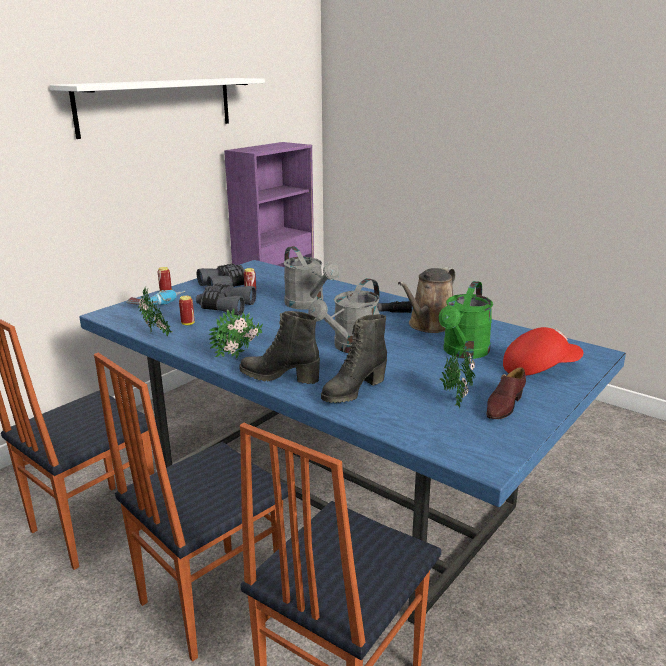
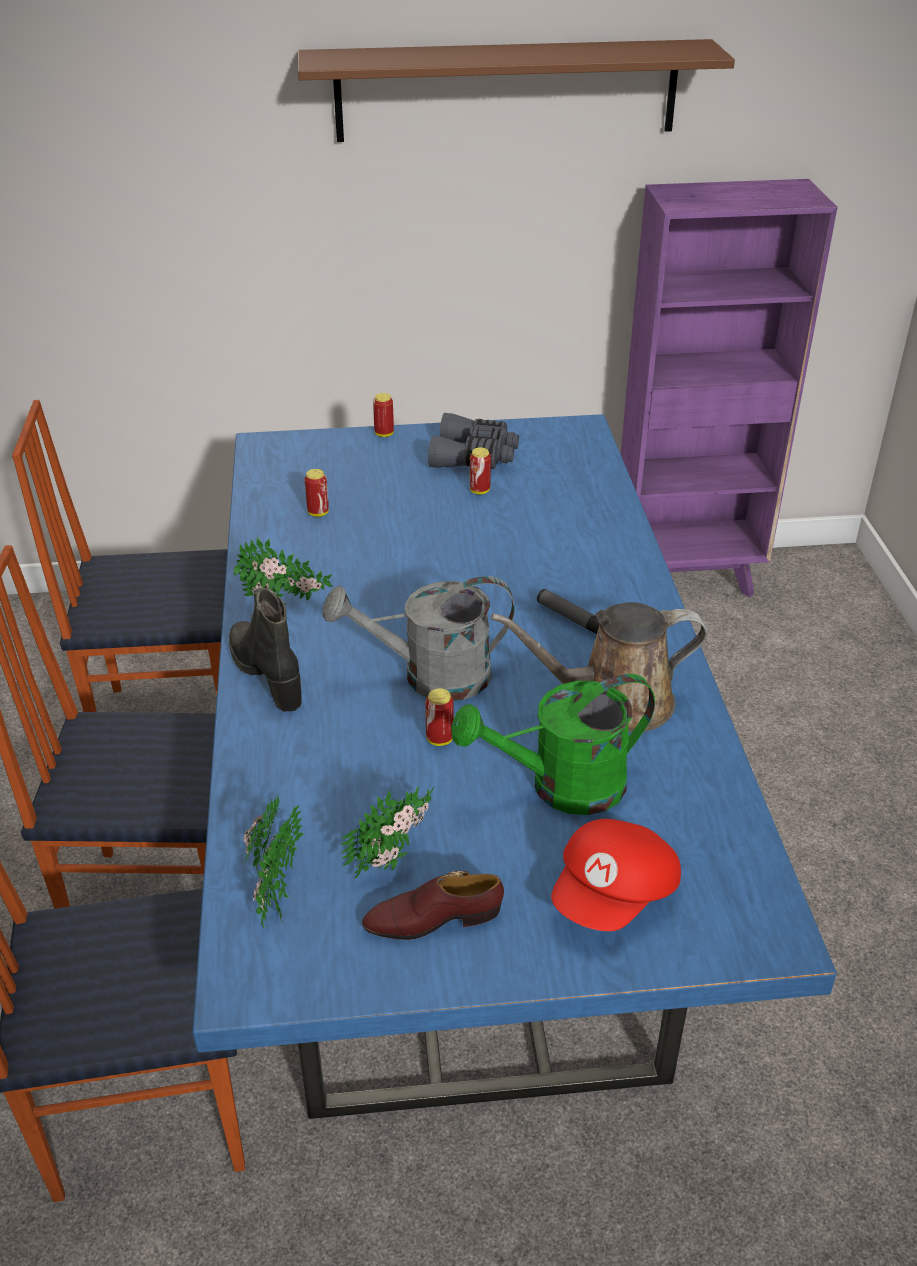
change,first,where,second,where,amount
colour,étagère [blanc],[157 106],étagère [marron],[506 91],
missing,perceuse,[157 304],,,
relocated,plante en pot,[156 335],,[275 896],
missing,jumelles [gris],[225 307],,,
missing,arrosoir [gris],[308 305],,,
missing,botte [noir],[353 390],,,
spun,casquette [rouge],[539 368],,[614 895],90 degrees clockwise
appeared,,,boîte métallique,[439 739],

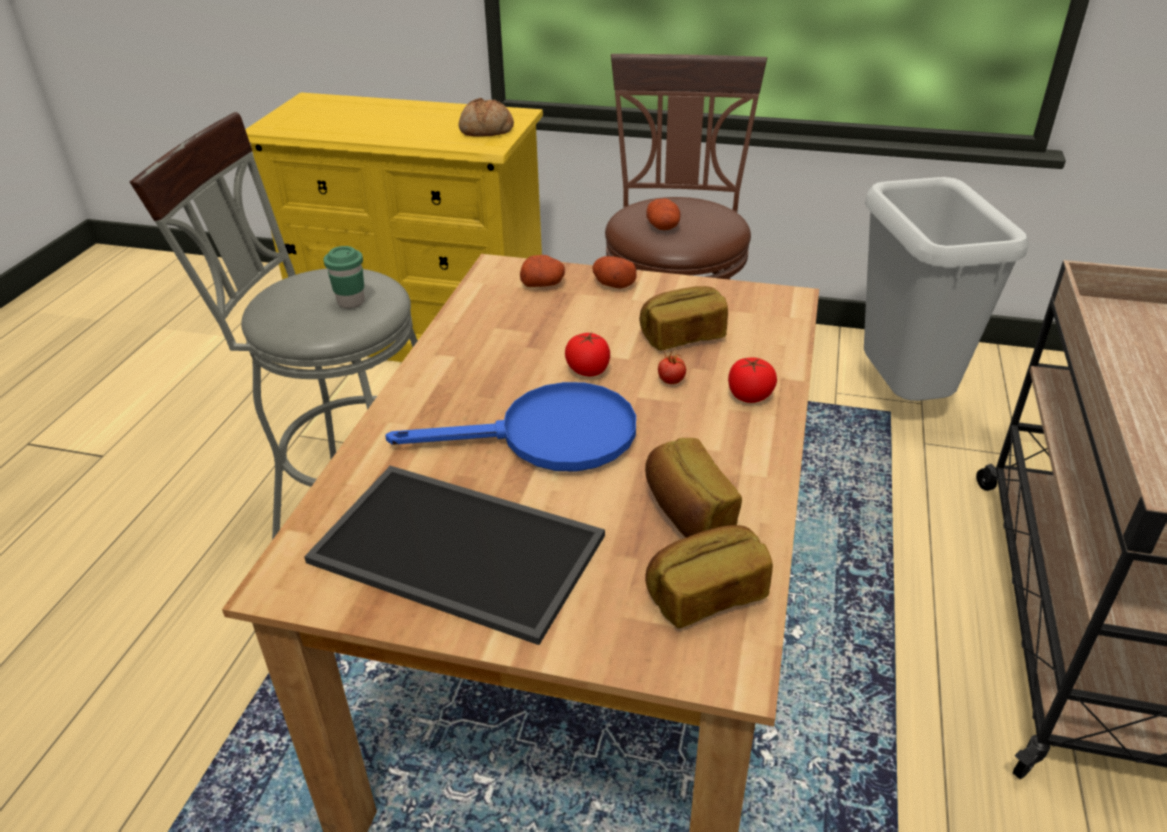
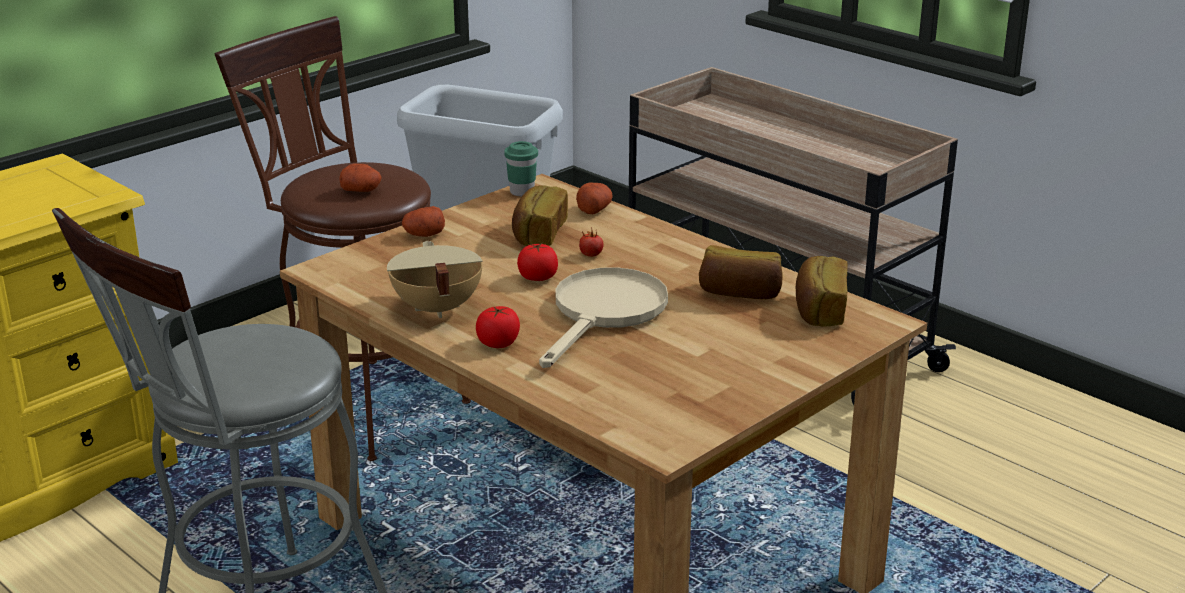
change,first,where,second,where,amount
missing,plateau,[462 547],,,
relocated,tasse [vert],[351 302],,[522 192],
colour,poêle [bleu],[548 436],poêle [beige],[604 313],
missing,pain,[486 131],,,
relocated,pomme de terre,[543 284],,[593 209],
relocated,tomate,[750 396],,[498 343],
appeared,,,marmite [beige],[435 308],

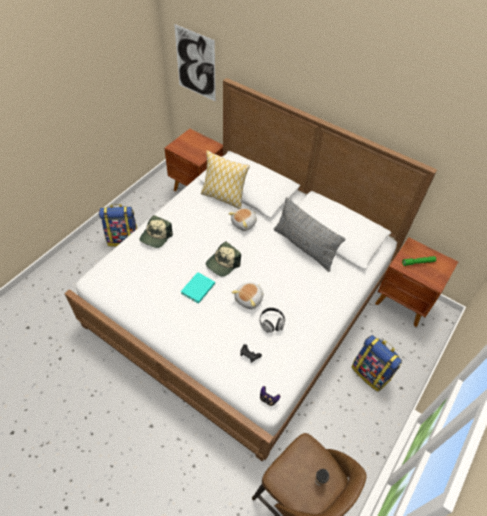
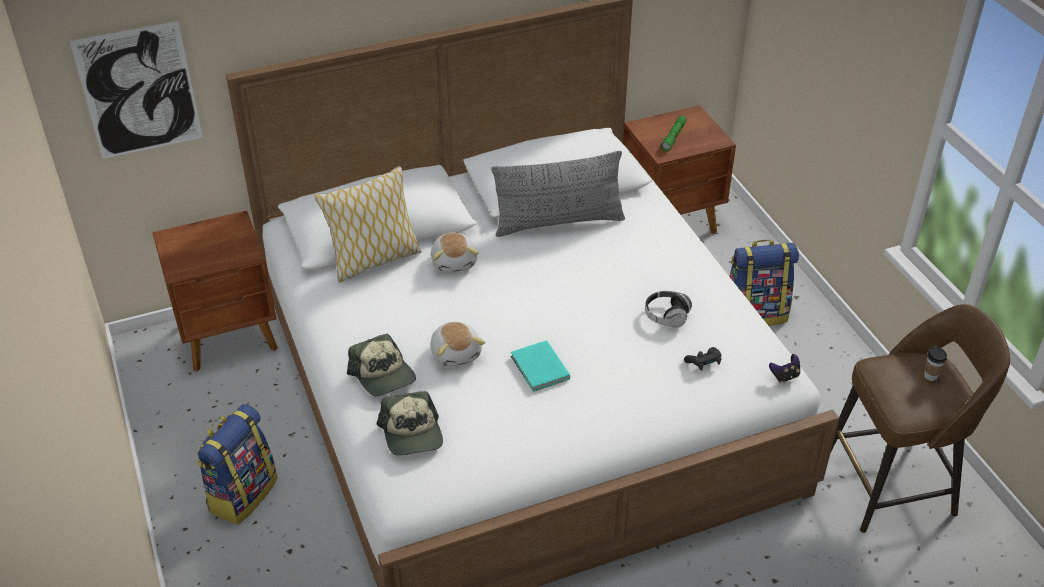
change,first,where,second,where,amount
relocated,casquette,[223 263],,[412 433],
relocated,peluche,[249 299],,[456 353],

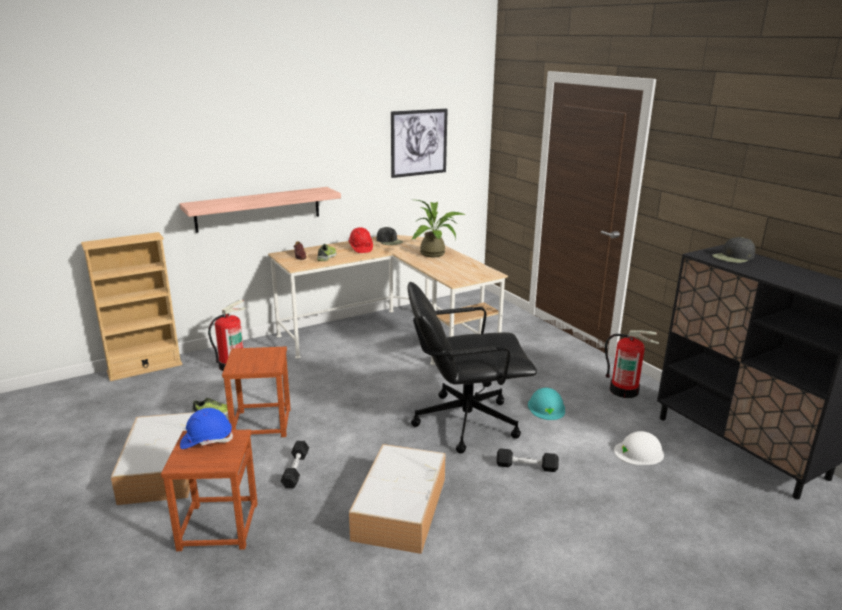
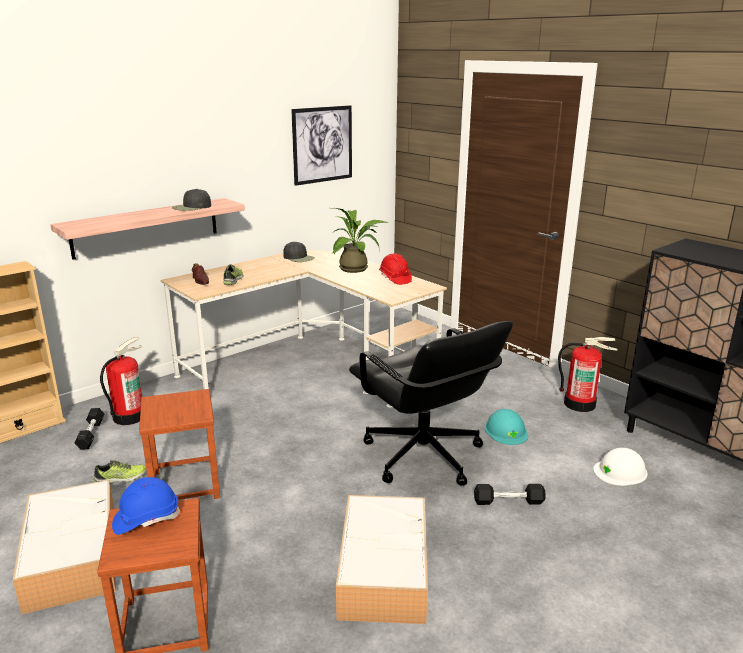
change,first,where,second,where,amount
relocated,haltère [noir],[295 470],,[91 434],
relocated,casque de chantier [rouge],[360 248],,[395 279],
spun,chaise de bureau [noir],[464 421],,[423 456],105 degrees counterclockwise
relocated,casquette [noir],[733 257],,[192 207],

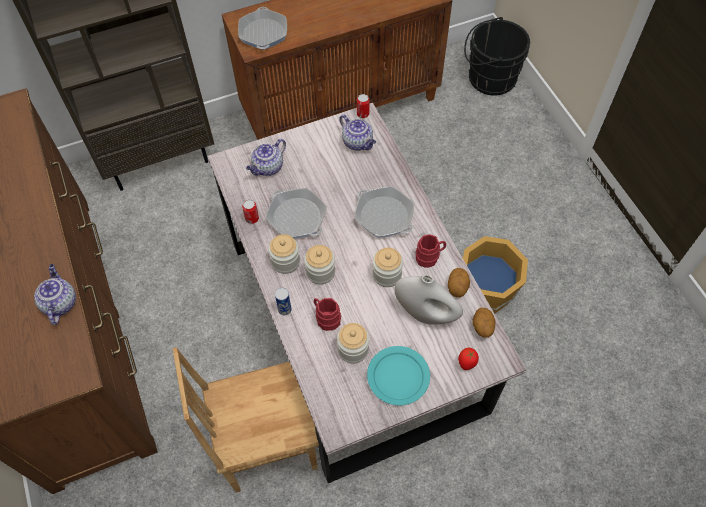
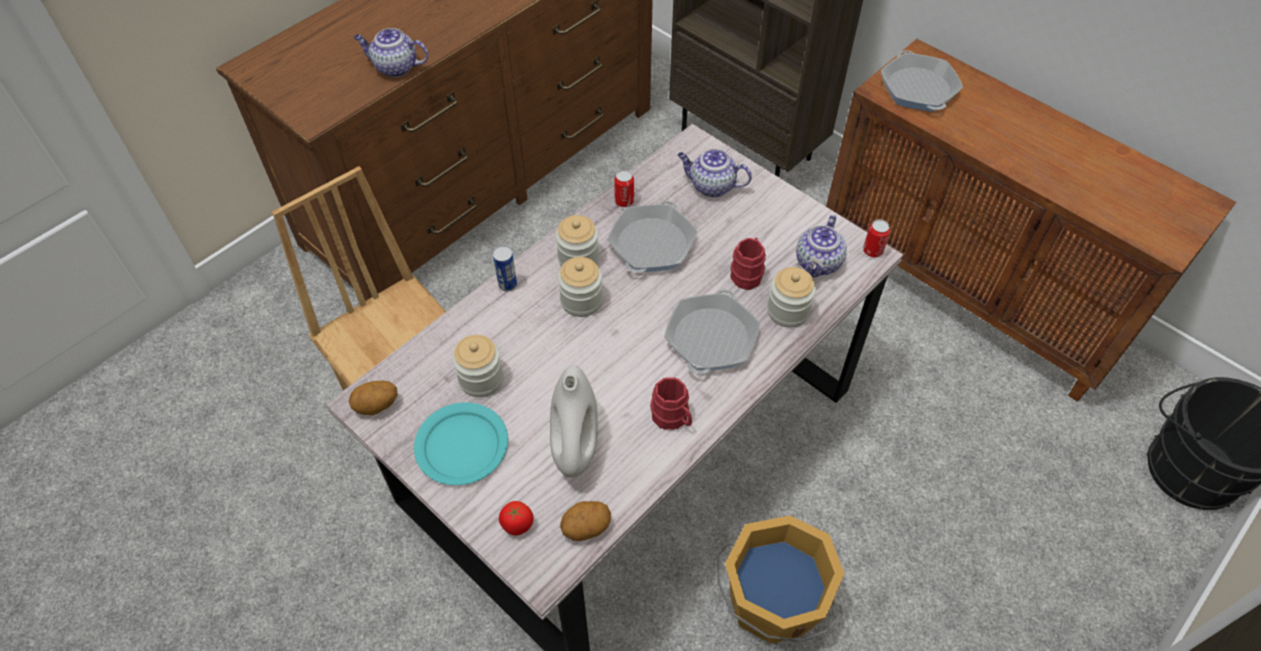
change,first,where,second,where,amount
spun,théière,[60 303],,[395 67],135 degrees counterclockwise
spun,poêle,[263 33],,[918 88],105 degrees clockwise
relocated,mug [rouge],[326 318],,[747 273],
relocated,bocal,[387 275],,[788 311],
relocated,pomme de terre,[457 287],,[376 406],

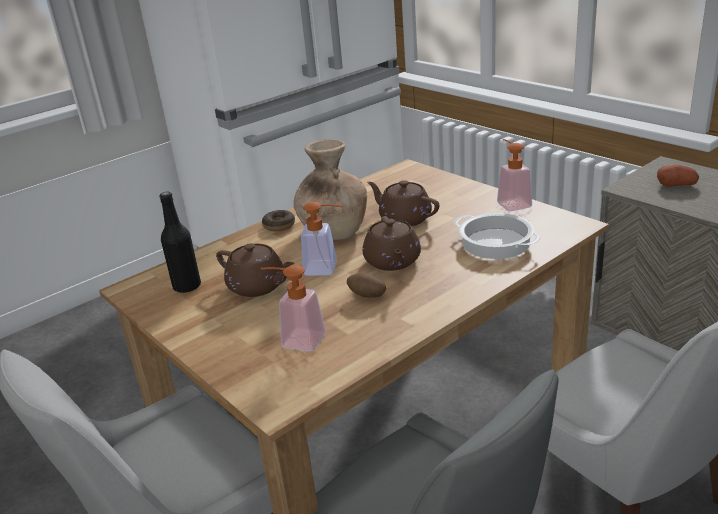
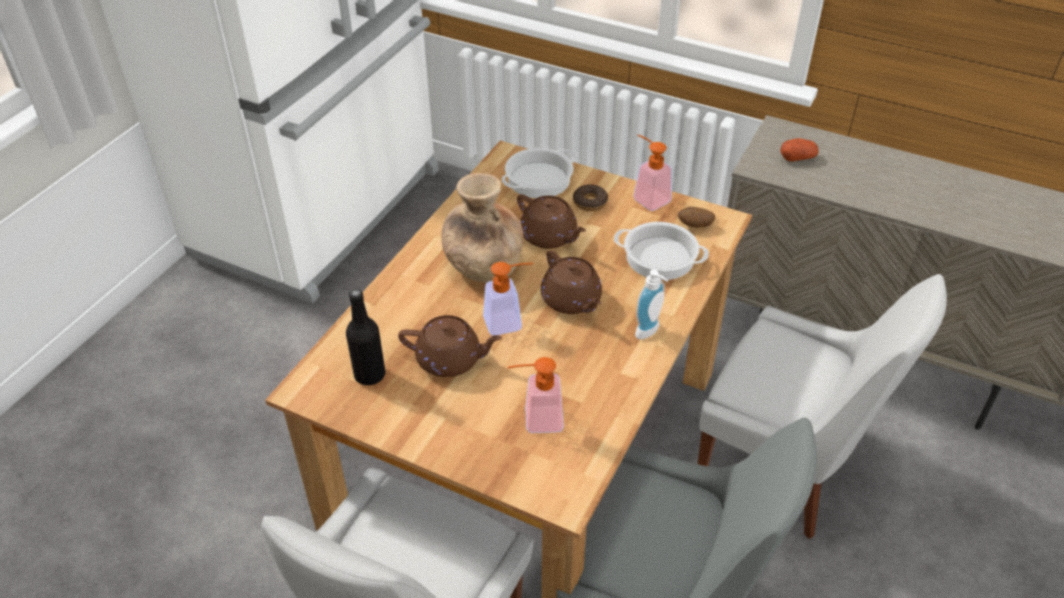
change,first,where,second,where,amount
relocated,beignet,[279 225],,[590 202],
relocated,pomme de terre,[367 296],,[694 226],
spun,théière [marron],[404 219],,[549 237],150 degrees counterclockwise
appeared,,,marmite,[539 180],
appeared,,,distributeur de savon,[650 332],

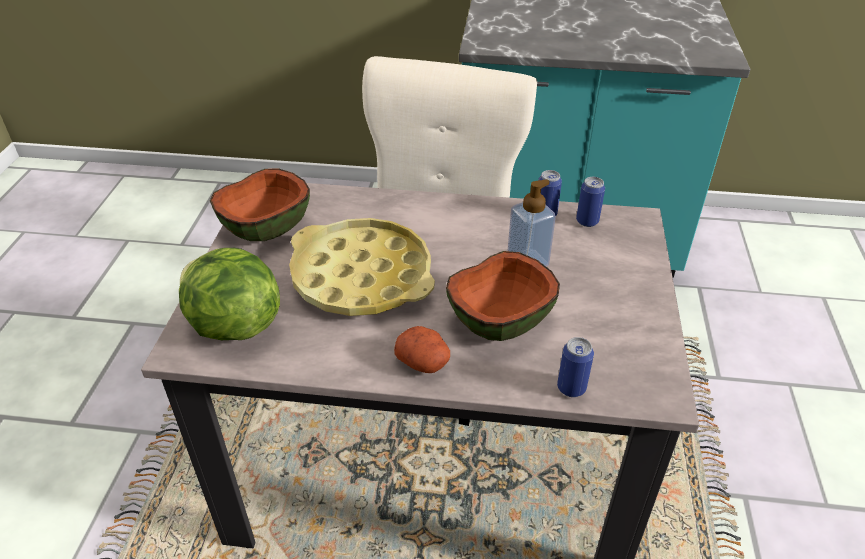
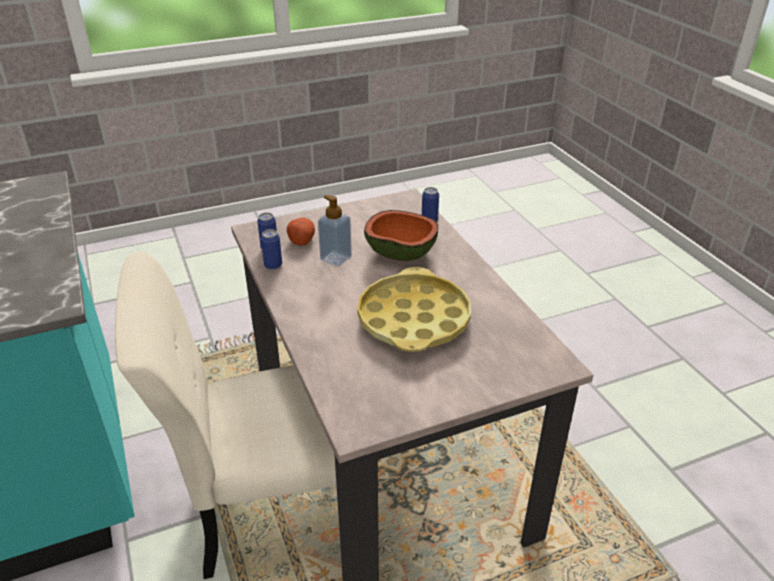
change,first,where,second,where,amount
missing,laitue,[233 325],,,
missing,bol,[266 226],,,
relocated,pomme de terre,[424 362],,[301 239],

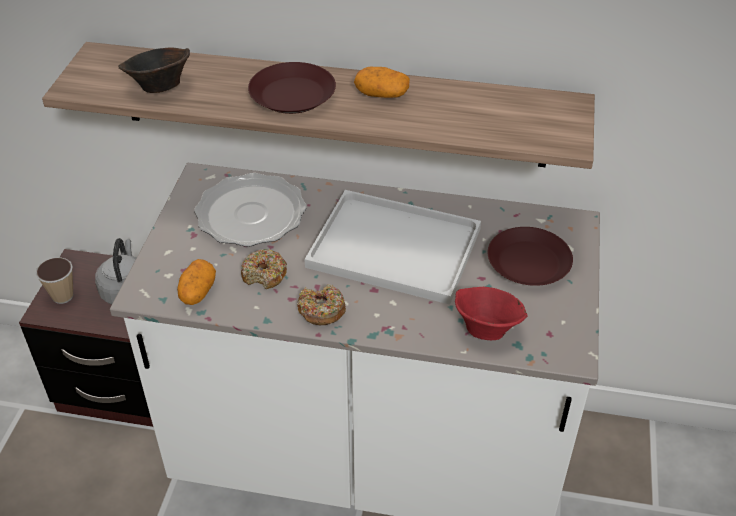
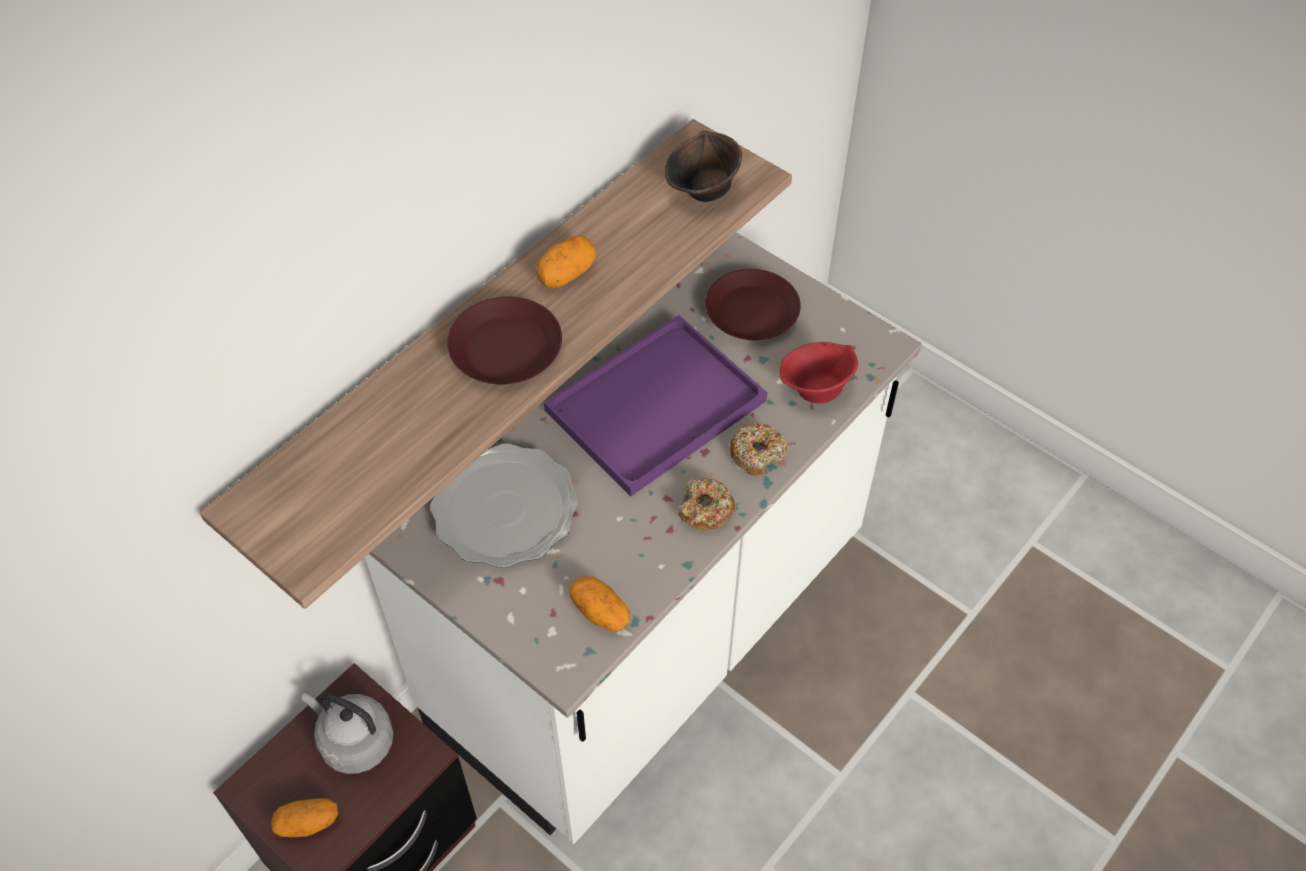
change,first,where,second,where,amount
exchanged,tasse,[63 296],pomme de terre,[308 823],
relocated,bol [marron],[159 87],,[703 190],
relocated,beignet,[264 275],,[757 454],
colour,plateau [blanc],[398 247],plateau [violet],[657 402],

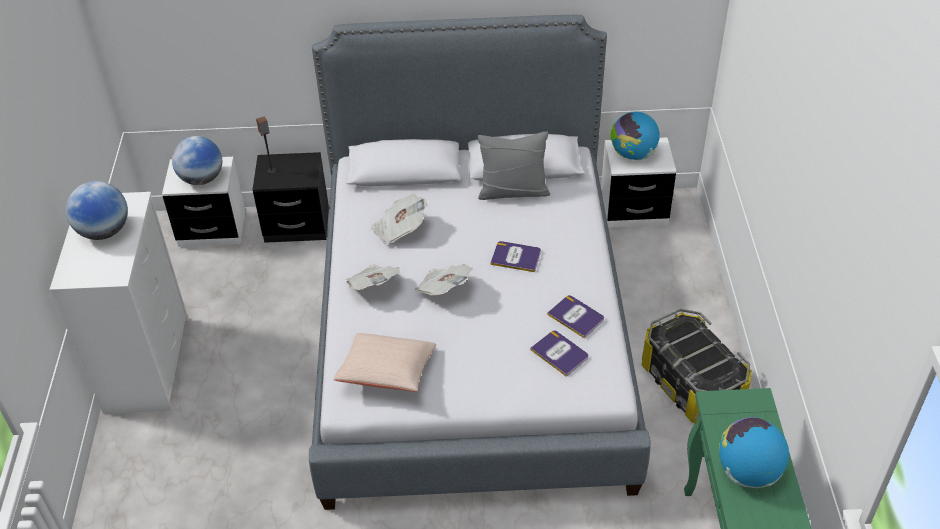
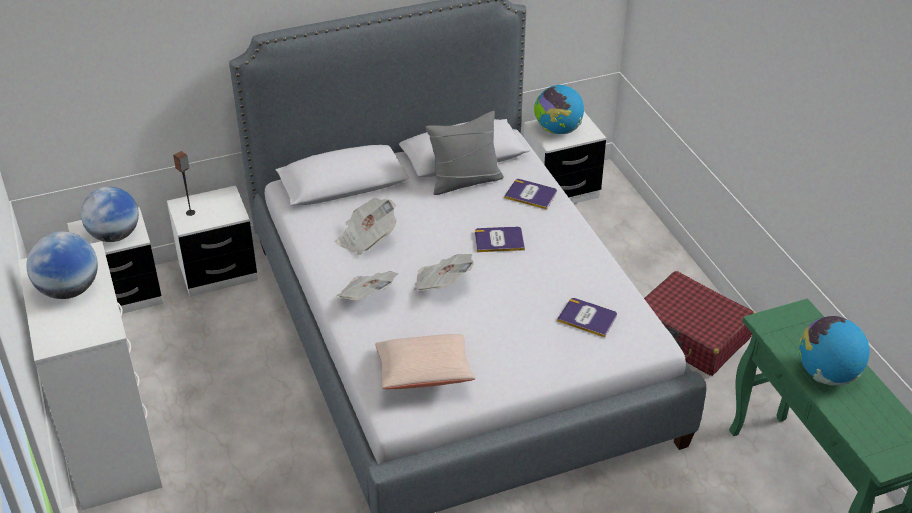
change,first,where,second,where,amount
colour,table de chevet [noir],[297 225],table de chevet [blanc],[218 272],
relocated,livre,[576 317],,[531 194],
exchanged,boîte de rangement,[692 385],valise [rouge],[691 335],

